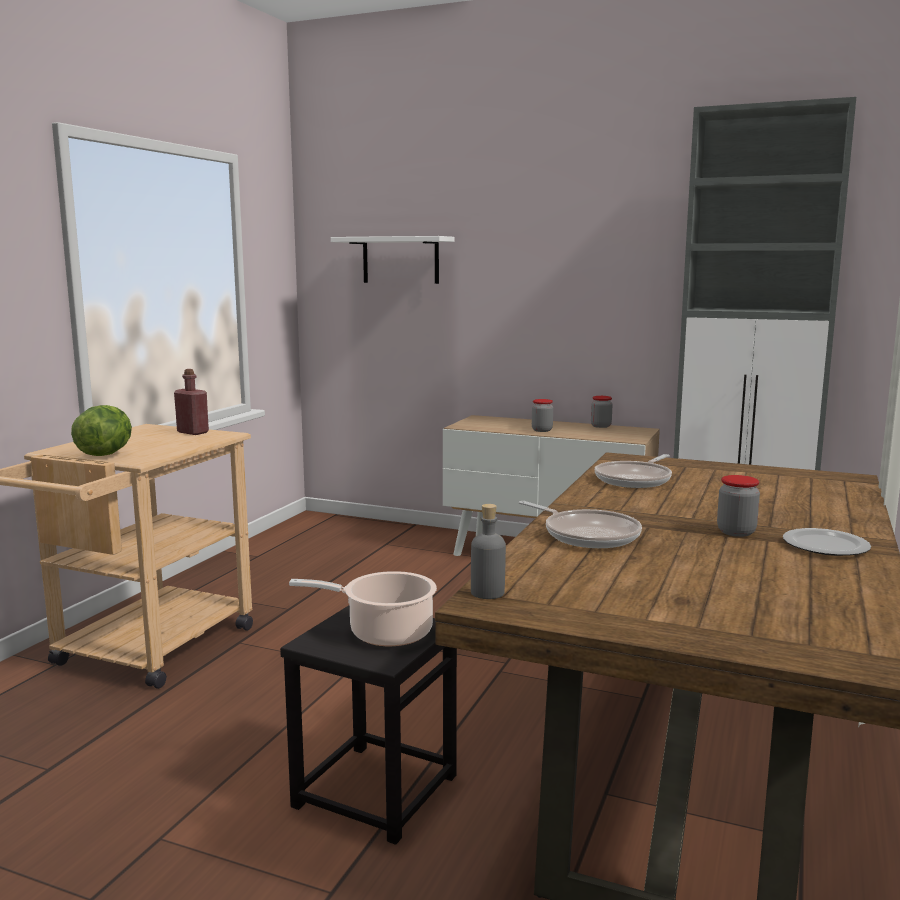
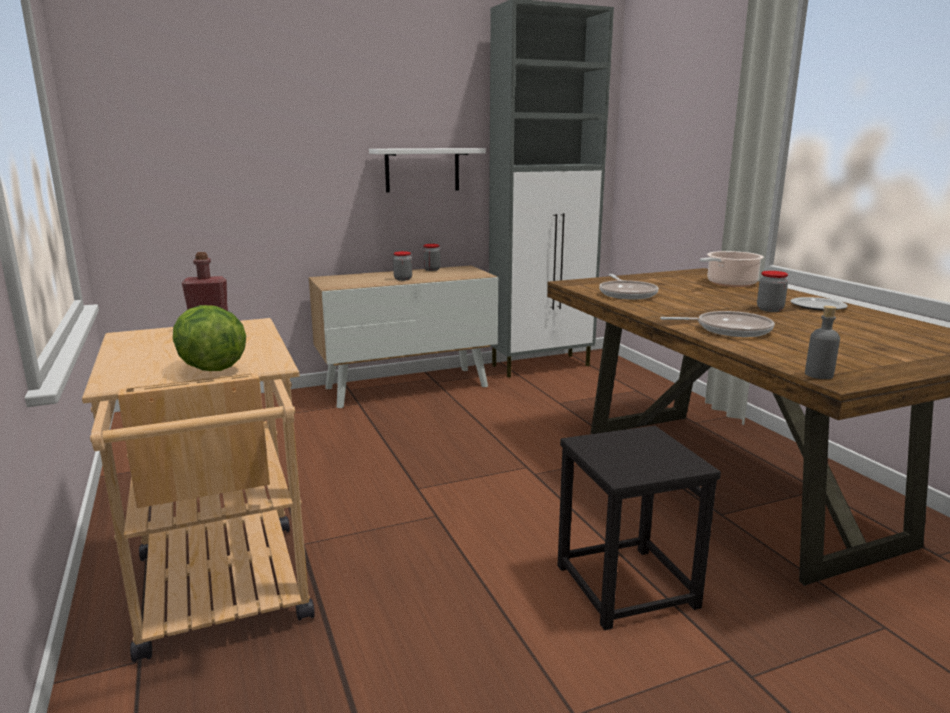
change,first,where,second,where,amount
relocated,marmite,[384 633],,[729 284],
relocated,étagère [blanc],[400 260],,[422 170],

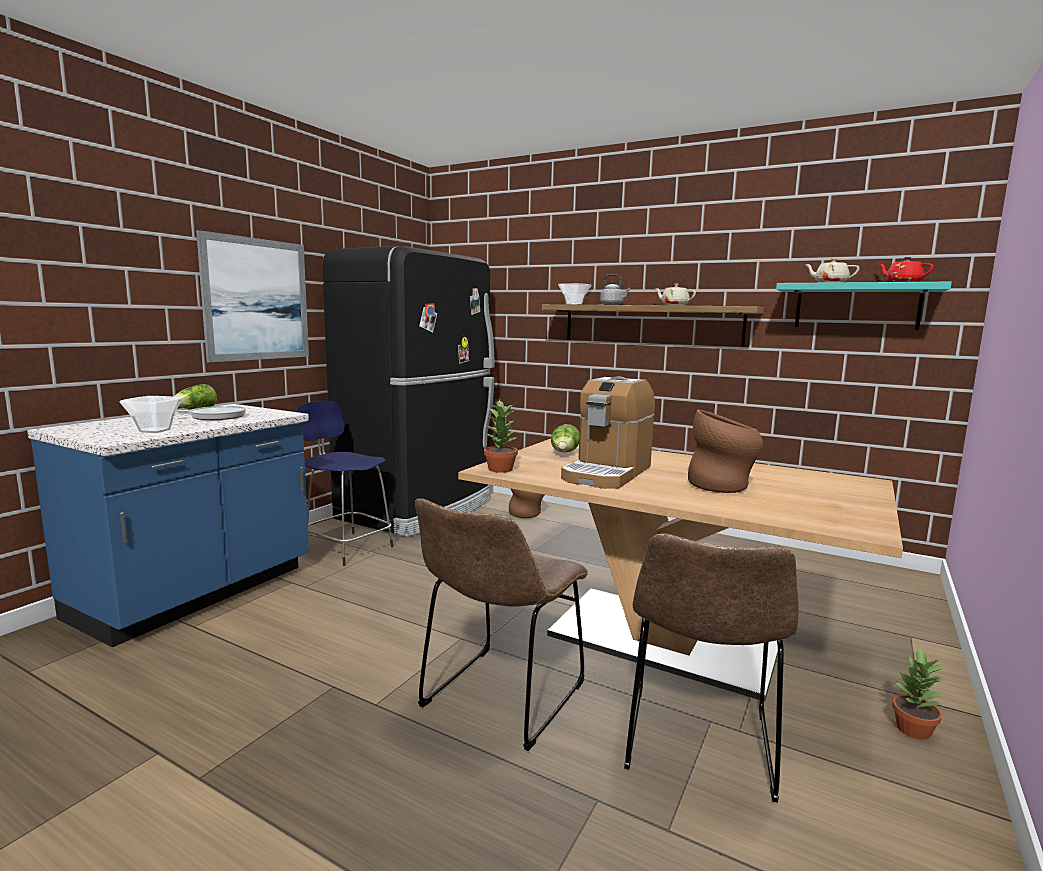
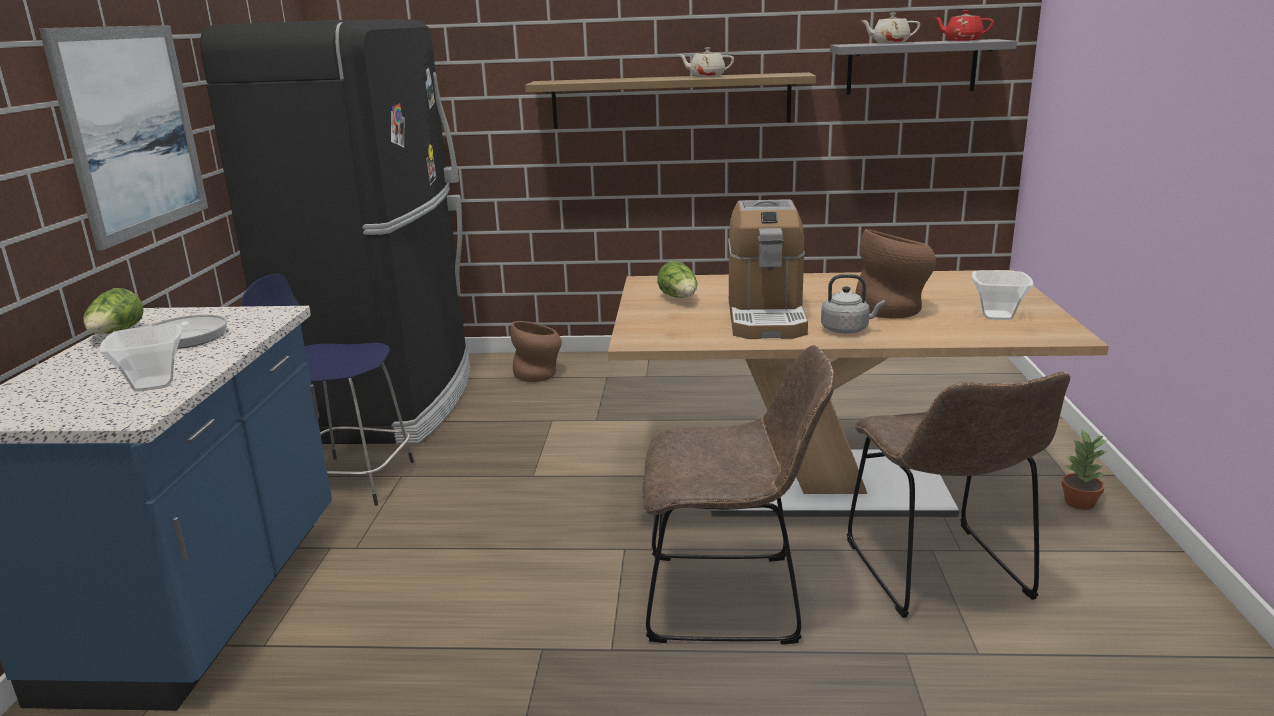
change,first,where,second,where,amount
spun,chaise [marron],[499 700],,[732 598],90 degrees counterclockwise
missing,plante en pot,[501 469],,,
relocated,bol,[574 304],,[996 315],
relocated,bouilloire [gris],[613 305],,[847 330],
colour,étagère [turquoise],[856 306],étagère [gris],[911 67],

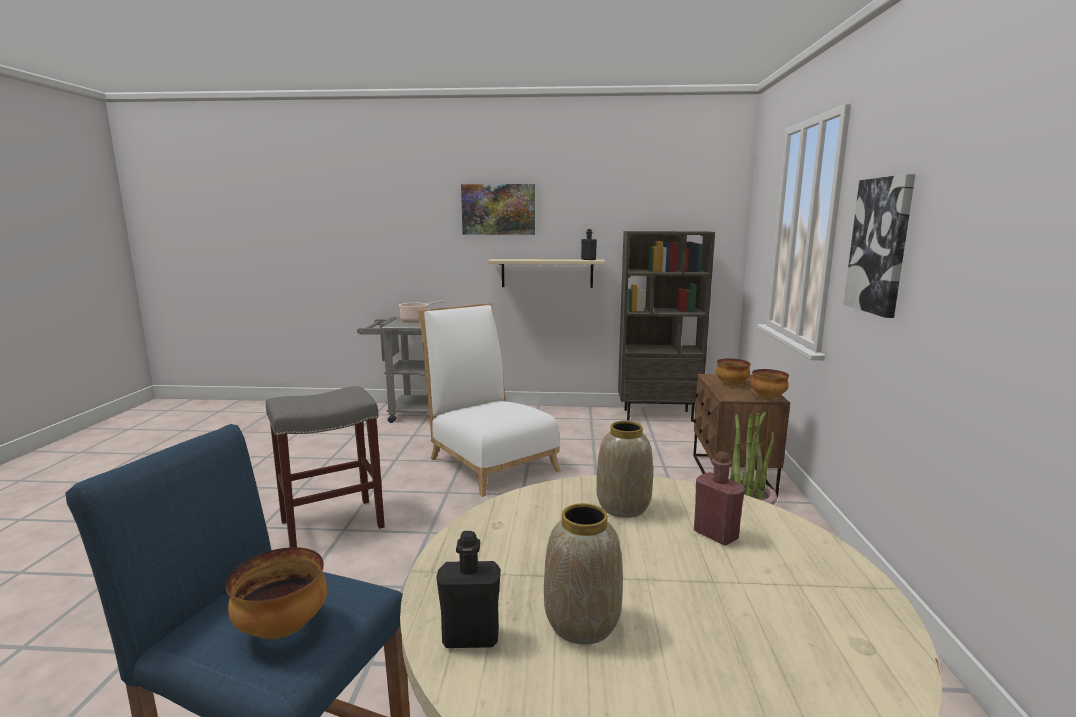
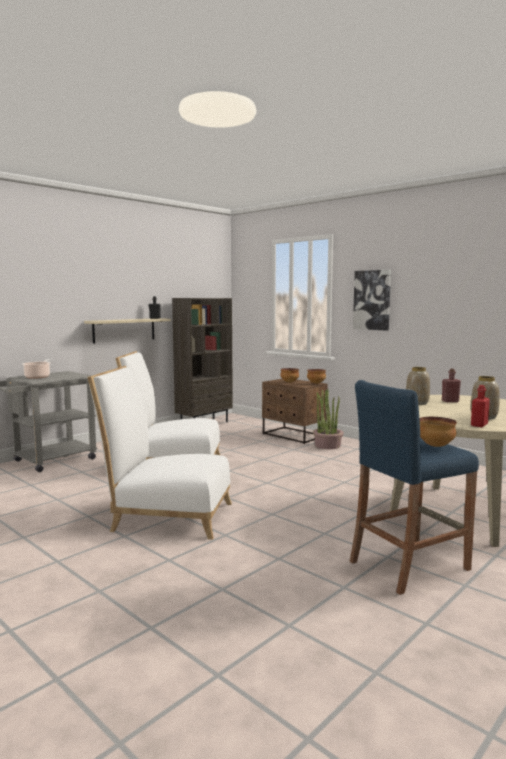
change,first,where,second,where,amount
exchanged,tabouret [gris],[333 523],chaise [blanc],[166 516],
colour,bouteille [noir],[471 638],bouteille [rouge],[479 425],
missing,tableau,[498 209],,,

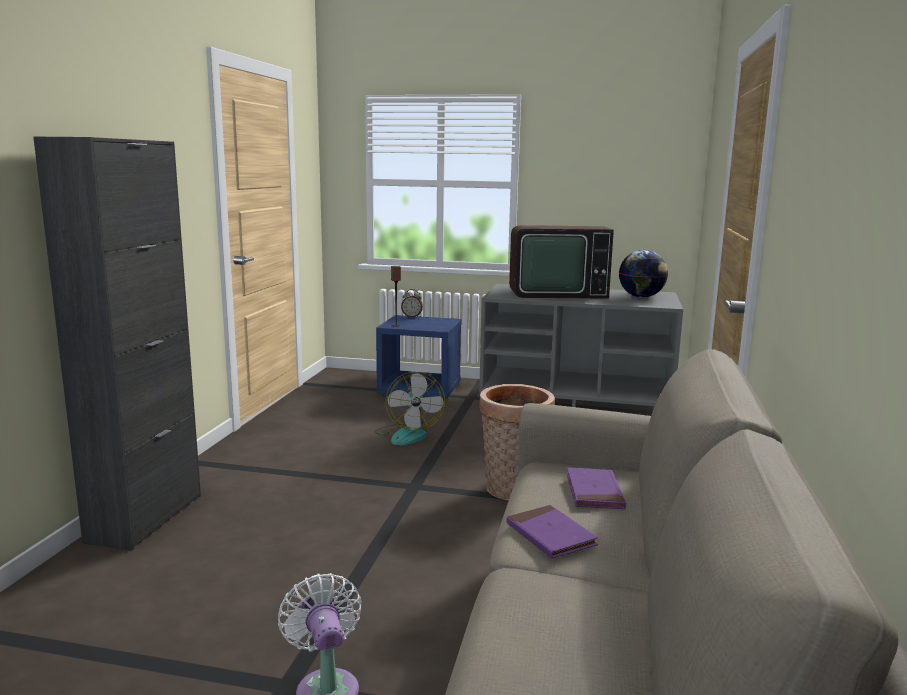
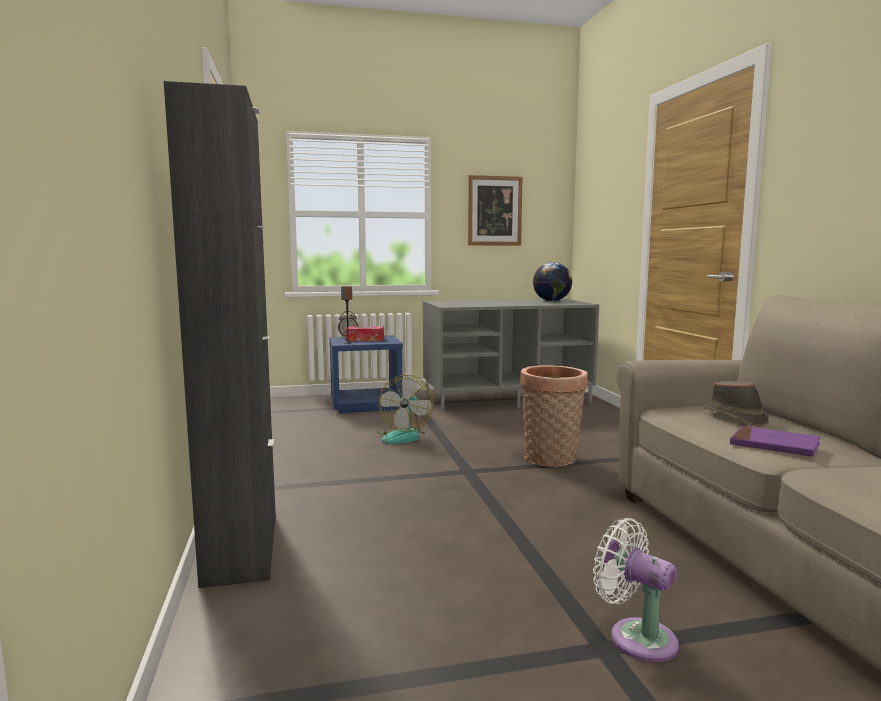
change,first,where,second,where,amount
spun,ventilateur,[408 434],,[404 436],45 degrees clockwise
missing,téléviseur,[555 293],,,
exchanged,livre [violet],[594 492],chapeau [marron],[735 418],
appeared,,,boîte à mouchoirs,[365 339],
appeared,,,tableau,[494 211],

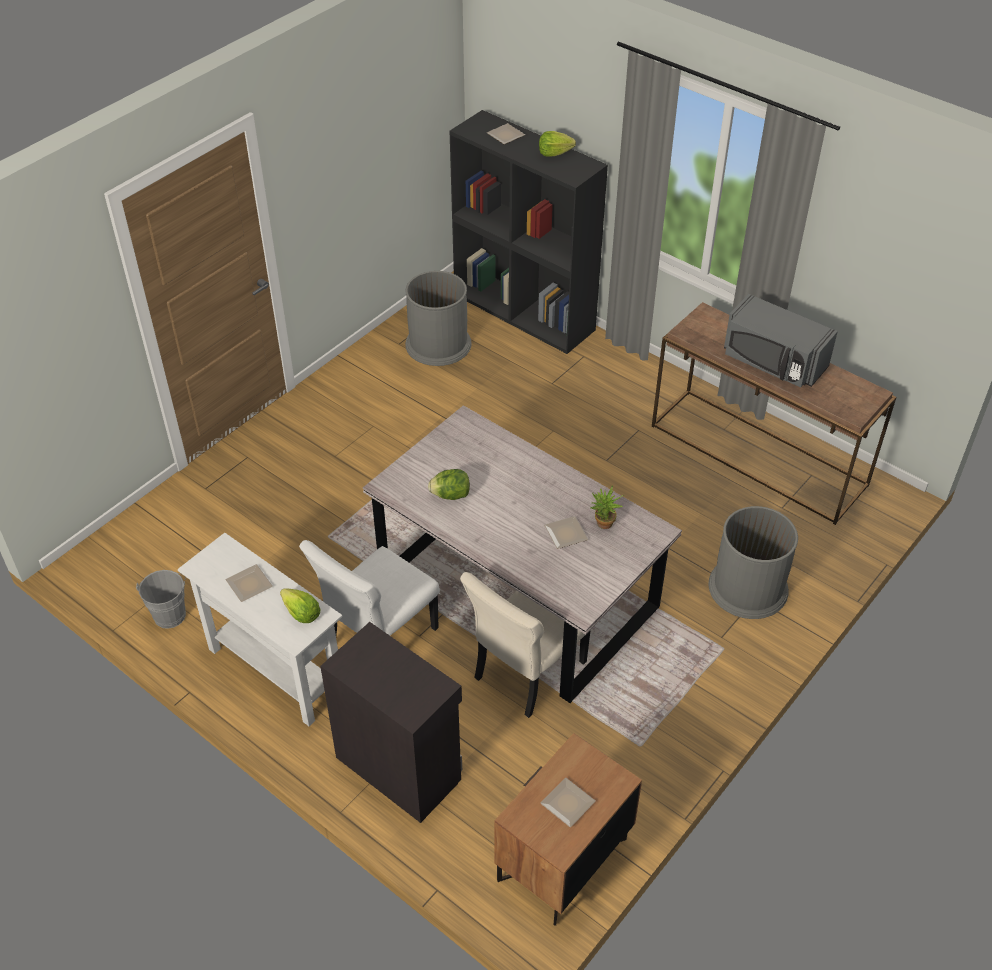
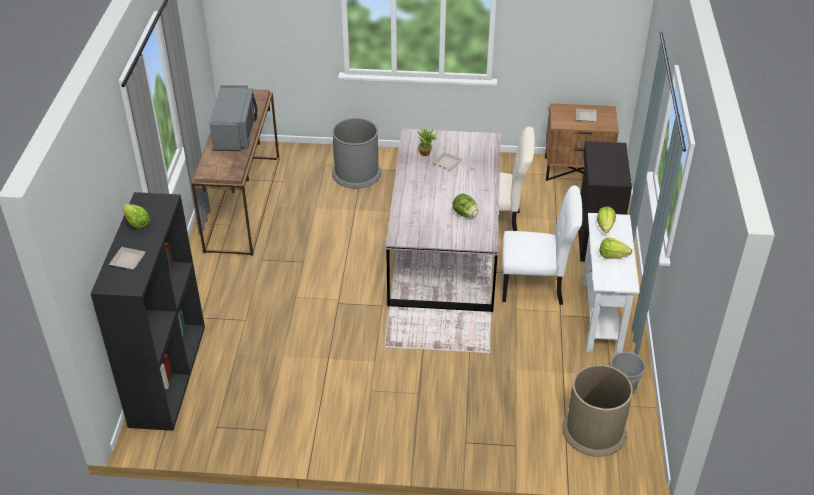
change,first,where,second,where,amount
exchanged,assiette,[251 585],laitue,[612 255],
missing,poubelle [gris],[438 344],,,
appeared,,,poubelle [marron],[594 430],

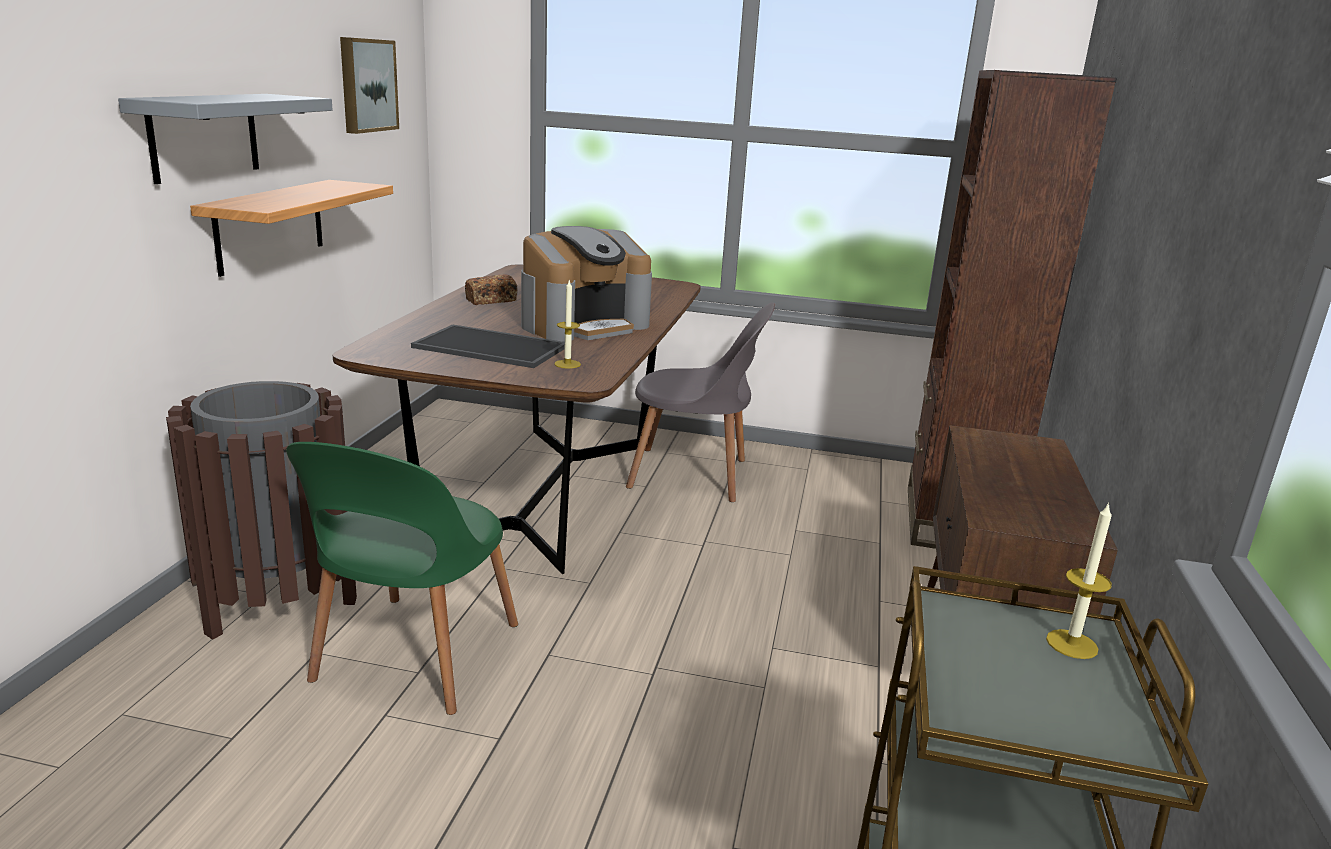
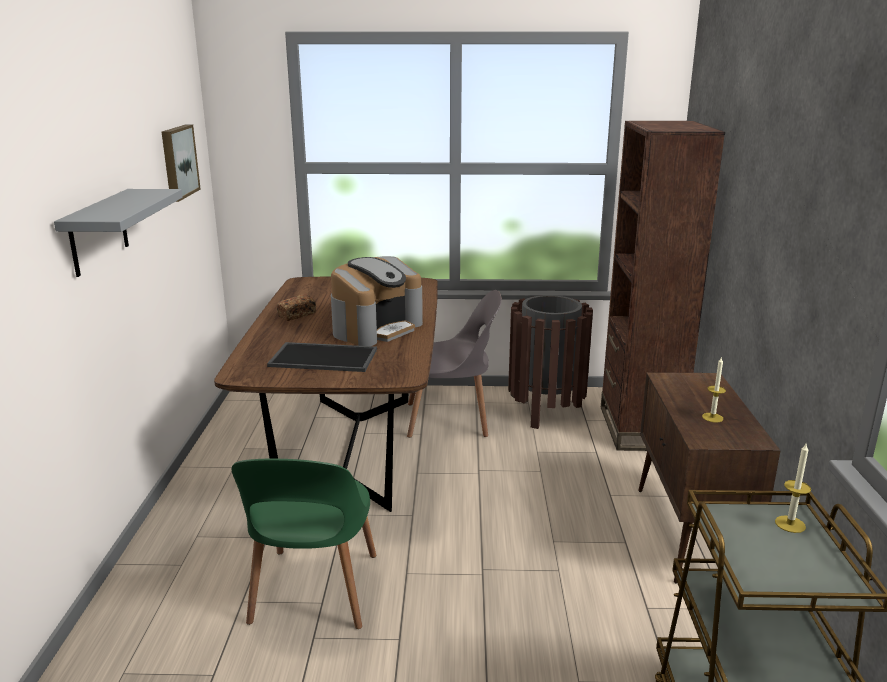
change,first,where,second,where,amount
relocated,poubelle [marron],[279 603],,[546 411],
missing,étagère,[270 225],,,
relocated,bougie,[567 364],,[712 417],

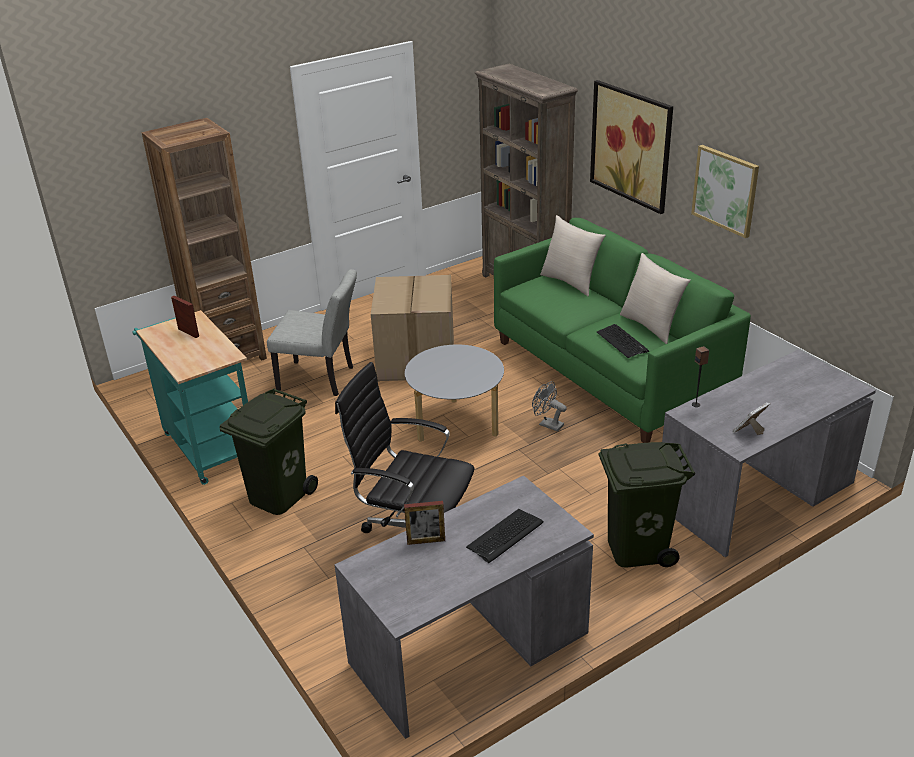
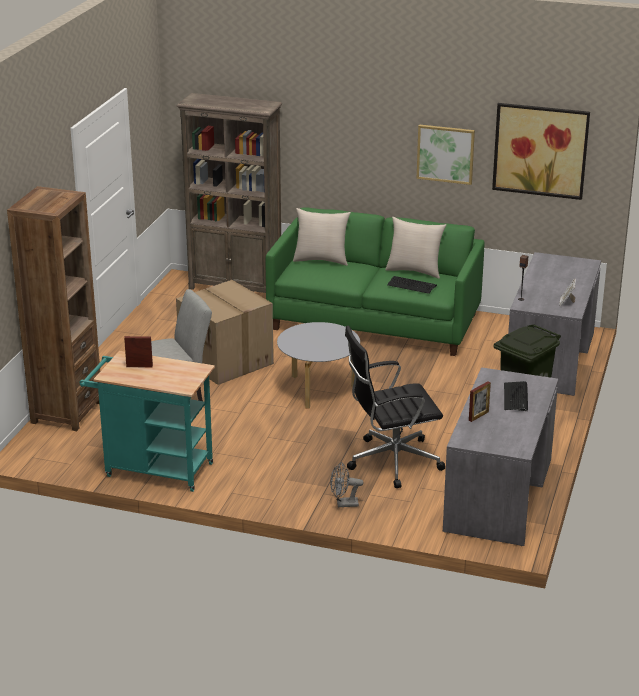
change,first,where,second,where,amount
missing,poubelle [vert],[277 495],,,
relocated,ventilateur [gris],[547 424],,[343 504],
relocated,tableau,[631 145],,[540 150],

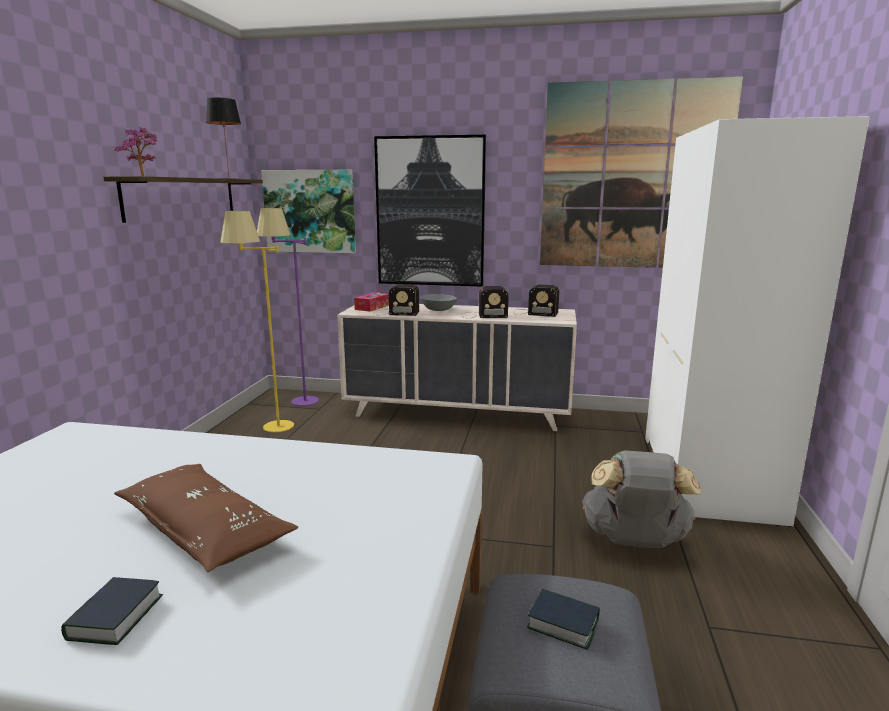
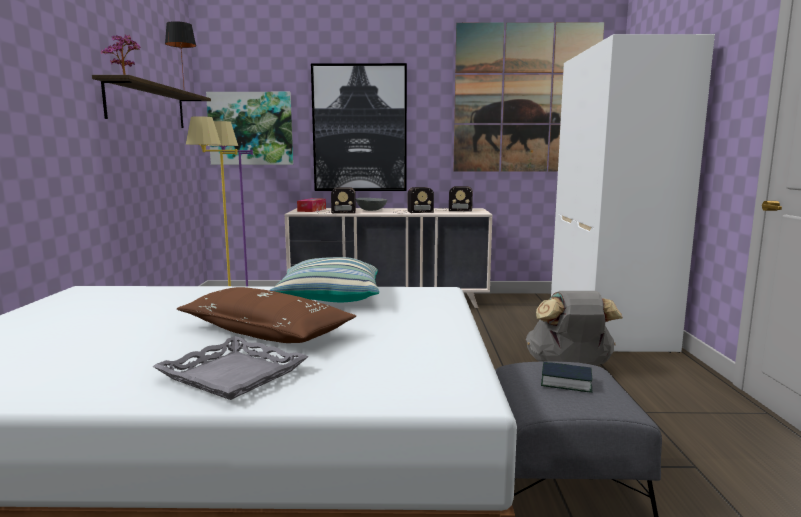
change,first,where,second,where,amount
exchanged,livre,[115 617],plateau [gris],[232 375],
appeared,,,coussin,[329 299],

